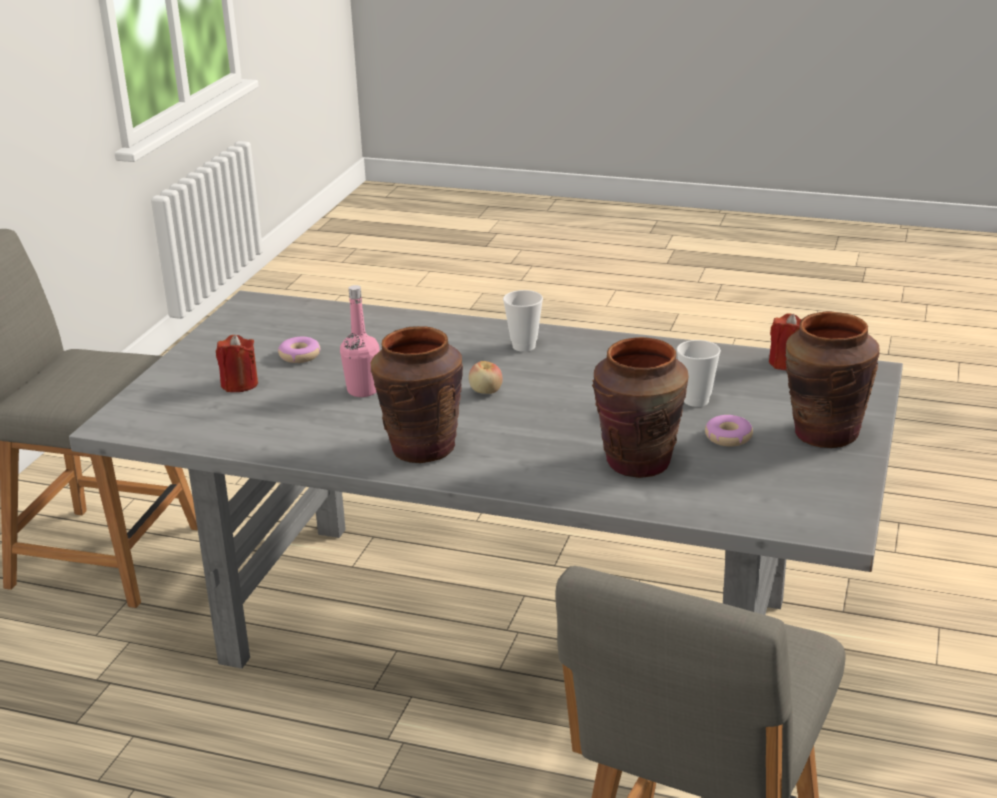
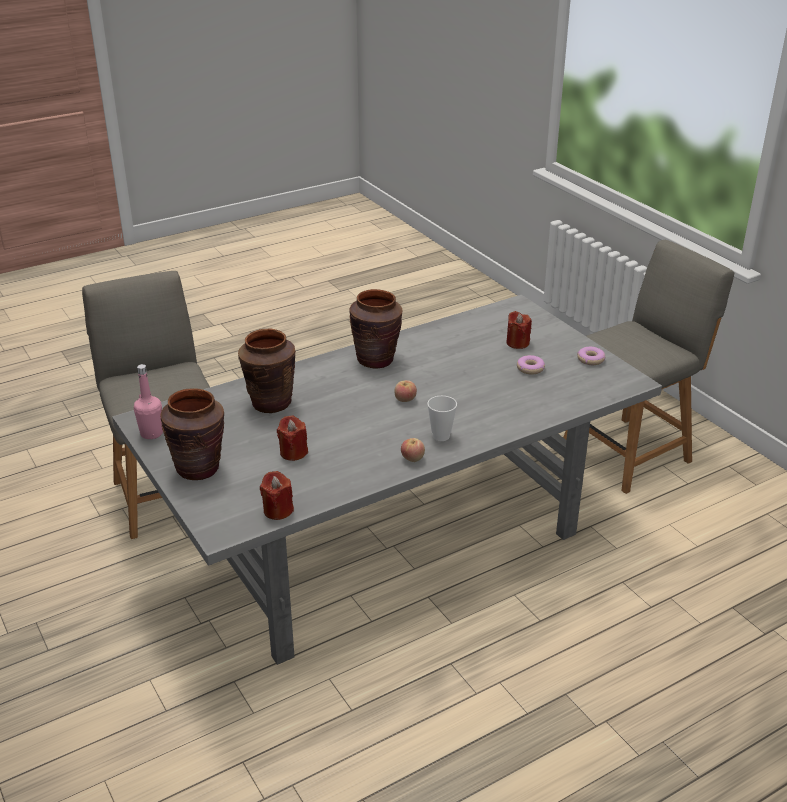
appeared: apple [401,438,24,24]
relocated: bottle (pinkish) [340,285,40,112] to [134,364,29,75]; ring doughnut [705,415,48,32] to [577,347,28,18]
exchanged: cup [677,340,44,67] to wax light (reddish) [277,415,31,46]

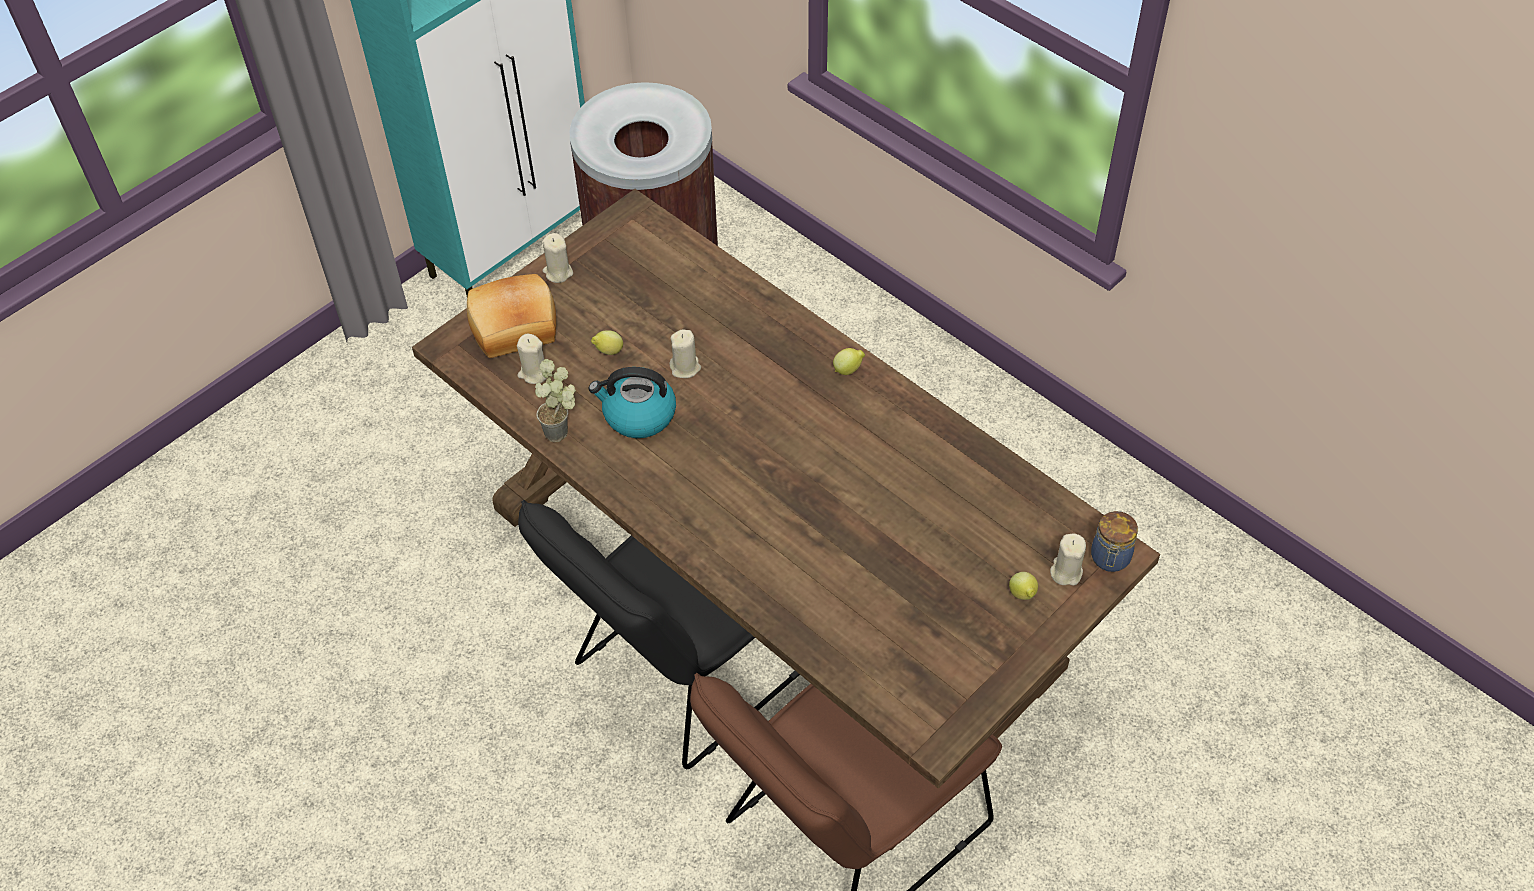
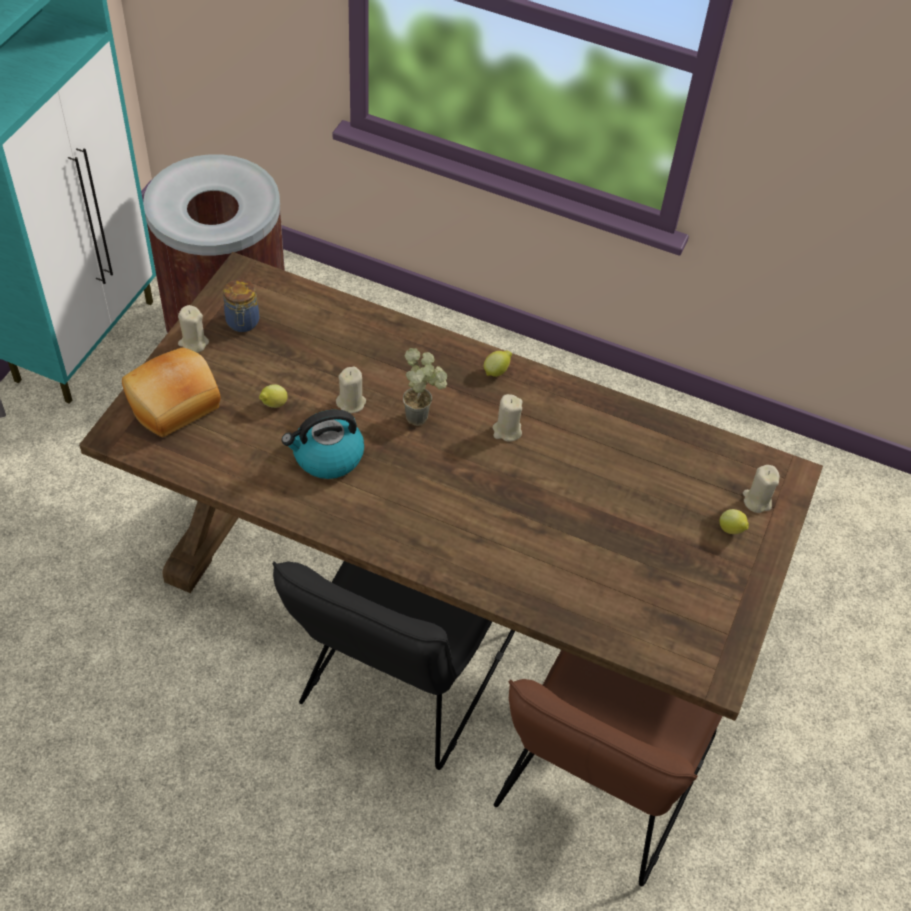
relocated: wax light (sand-coloured) [517,334,30,50] to [493,394,29,47]; plant in a pot [535,359,41,83] to [403,348,44,78]; jar [1091,511,47,61] to [223,279,37,53]

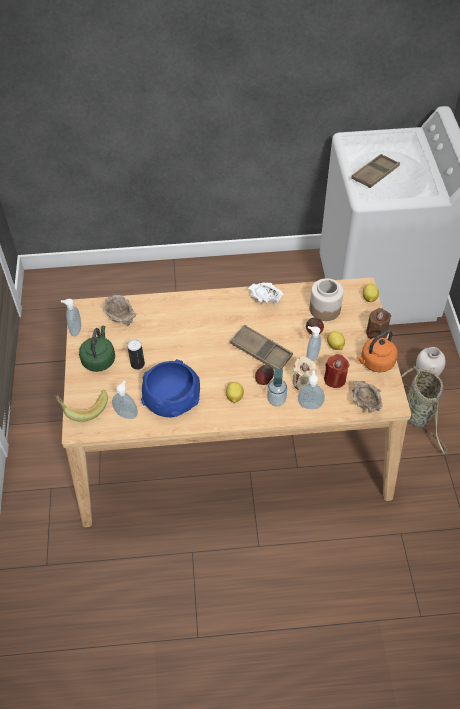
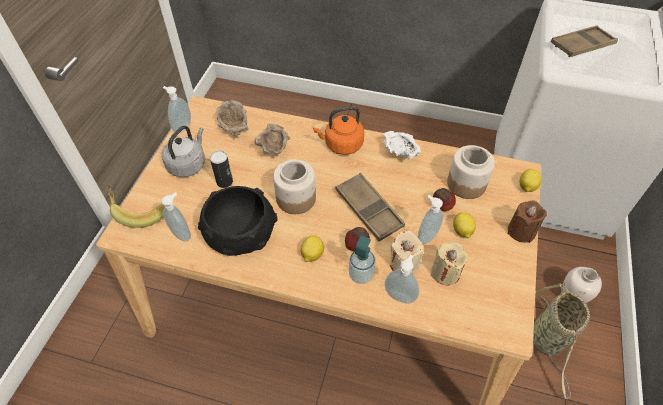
appeared: jar [273,159,43,55]
relocated: water kettle (orange-coloured) [356,330,42,43] to [313,106,51,49]; bowl (sand-coloured) [352,381,31,32] to [255,124,35,32]
colour: water kettle (greenish) [79,326,36,46] to water kettle (gray) [162,126,43,51]; wax light (reddish) [324,354,26,34] to wax light (sand-coloured) [431,242,37,43]; bowl (blue-coloured) [141,359,59,59] to bowl (black) [198,186,79,70]

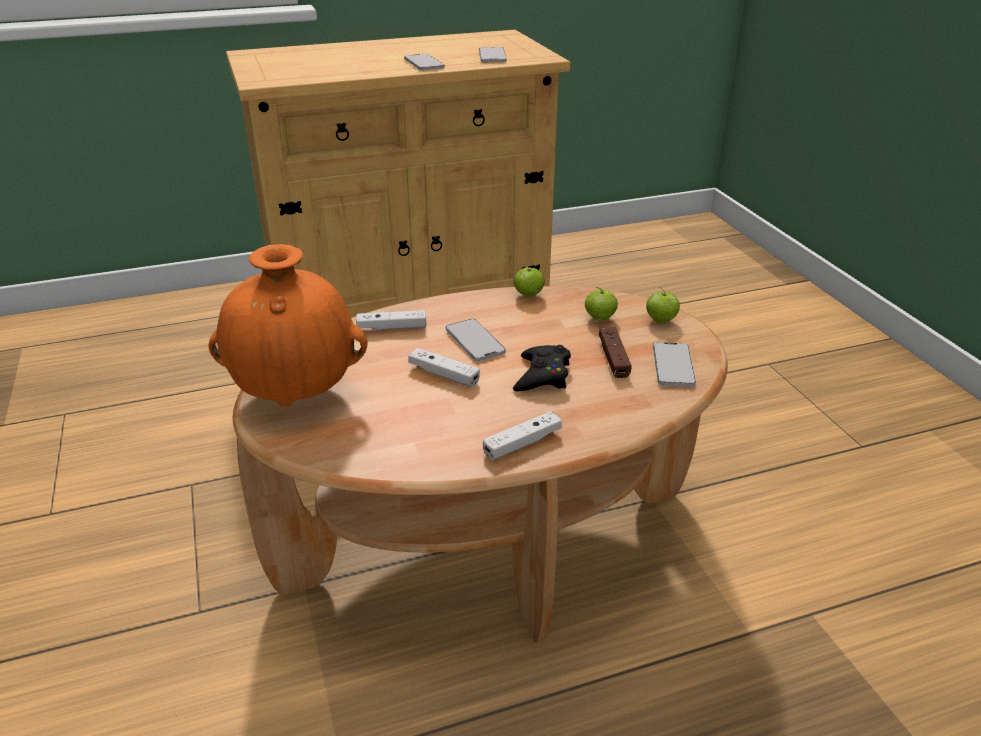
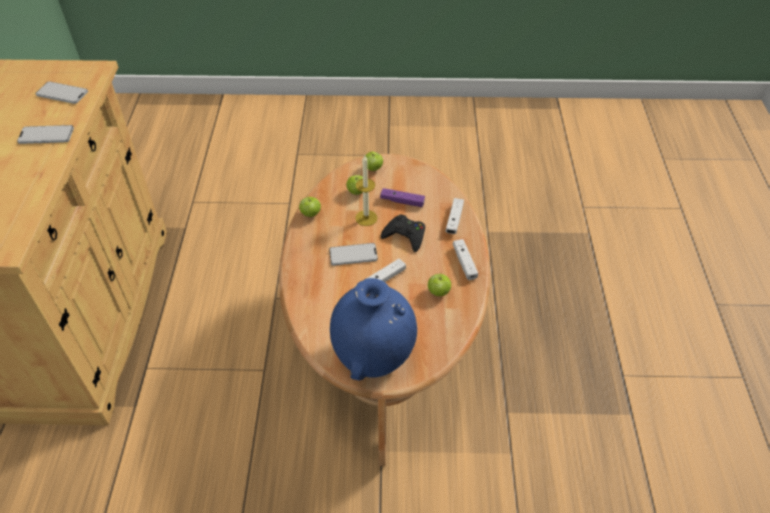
missing: phone [653,342,43,45]
appeared: wax light [355,154,23,72]; apple [428,274,23,22]
relocated: game controller (whitish) [356,310,70,21] to [445,198,19,36]
colour: decorative vase (orange-coloured) [208,244,159,163] to decorative vase (blue-coloured) [330,278,87,103]; game controller (brown) [599,327,33,51] to game controller (purple-coloured) [380,188,45,19]

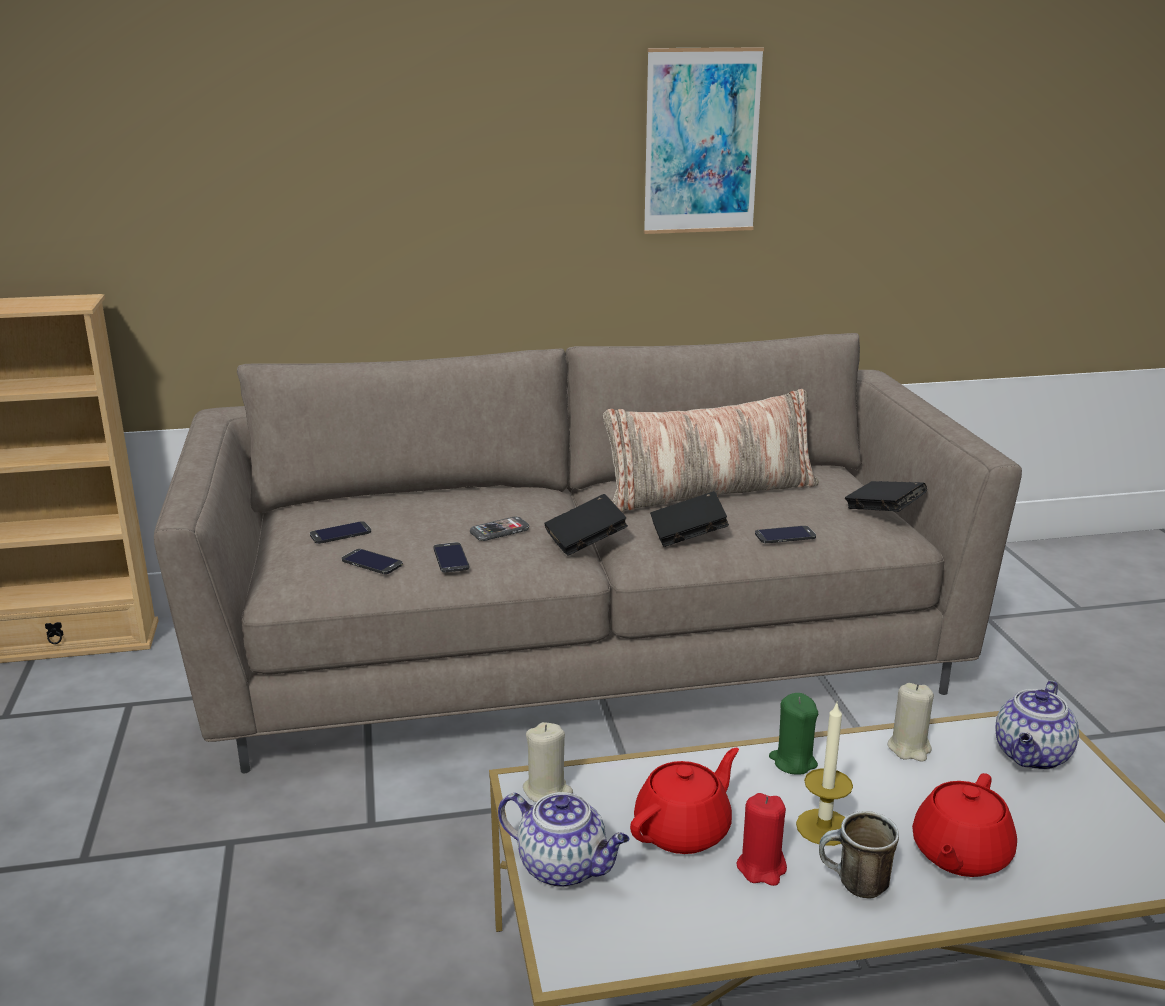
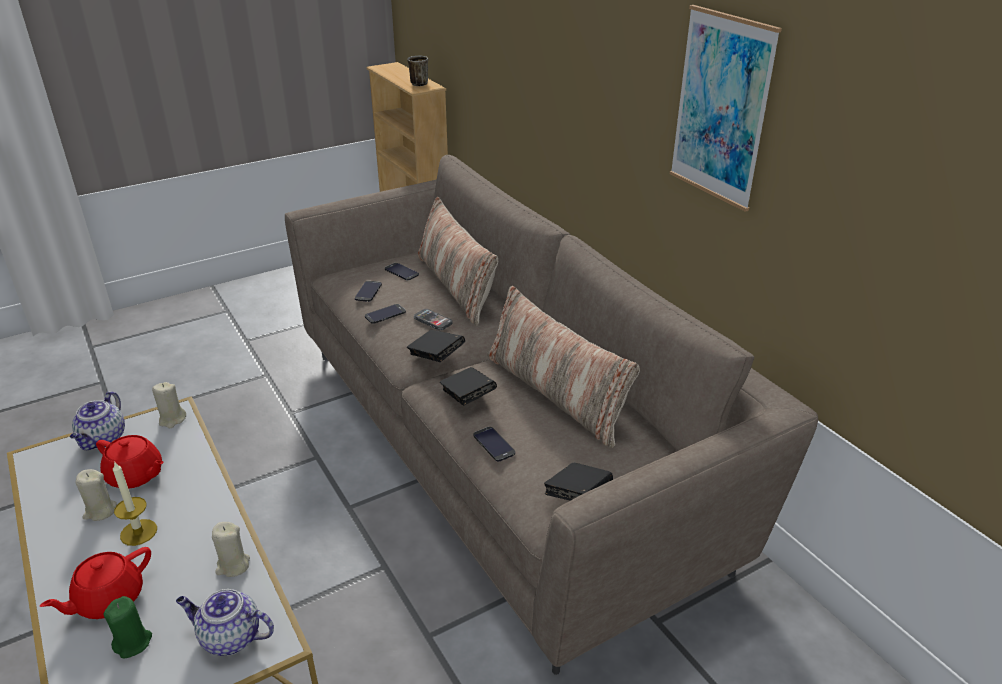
appeared: pillow [418,197,80,129]
relocated: wax light (greenish) [769,693,49,82] to [104,596,48,63]; mug [819,811,80,87] to [407,56,21,30]
colour: wax light (reddish) [737,793,50,93] to wax light (sand-coloured) [75,469,42,52]
spun: pot for tea (reddish) [912,773,105,104] = [40,547,111,72] 60 degrees counterclockwise

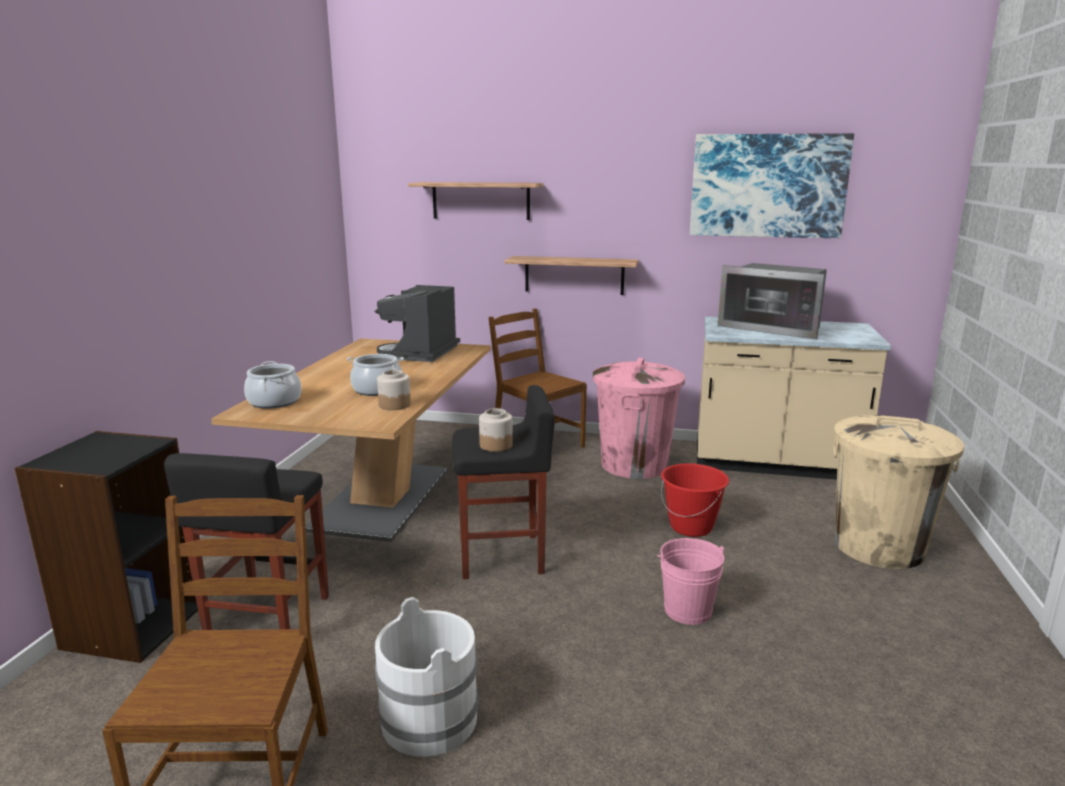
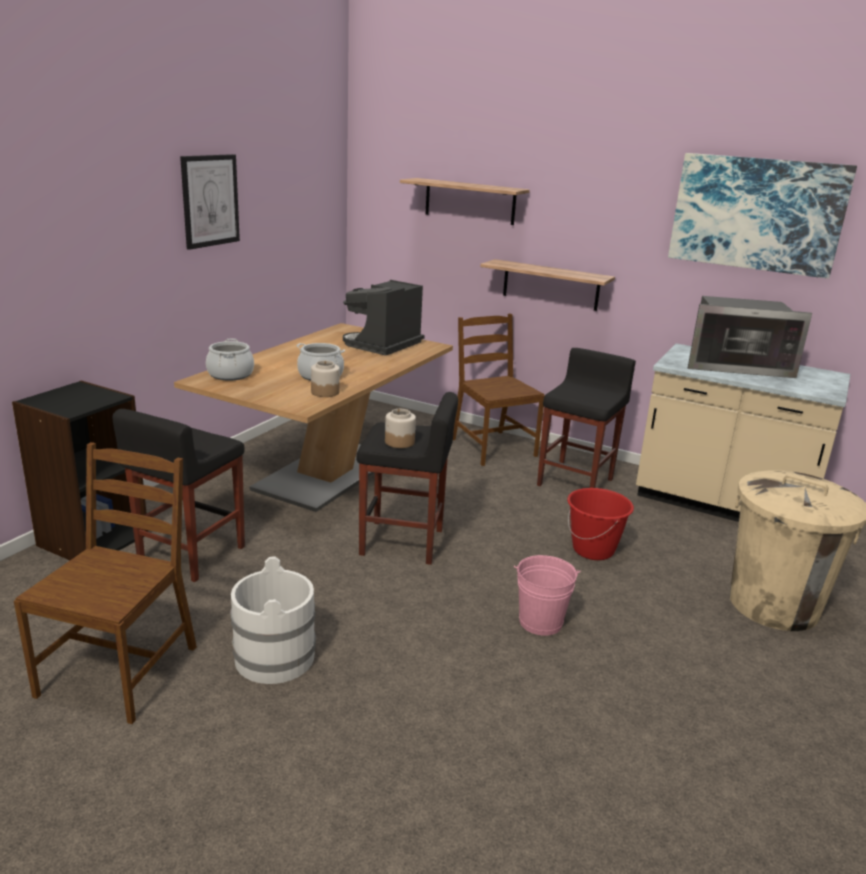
appeared: wall picture [180,154,60,96]
exchanged: waste bin (pinkish) [593,358,92,121] to stool seat (black) [537,348,99,140]
spun: microwave oven [717,263,110,76] = [688,296,124,82] 45 degrees counterclockwise

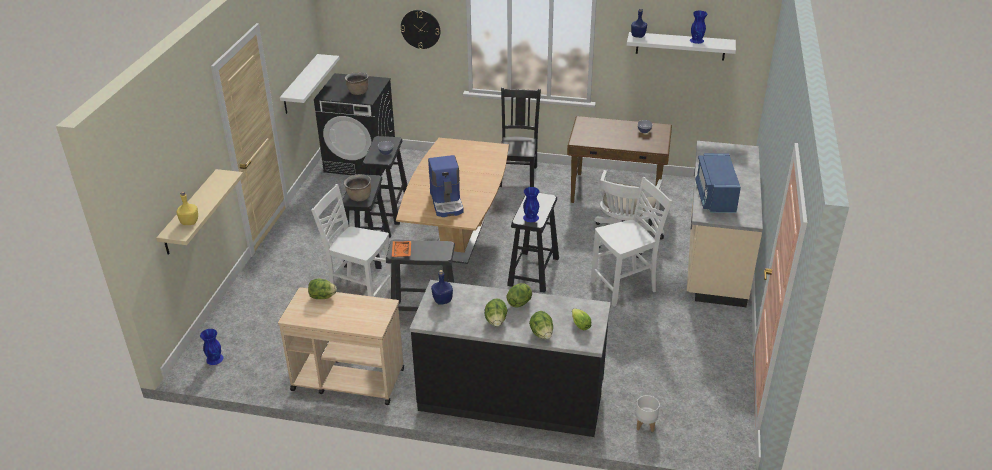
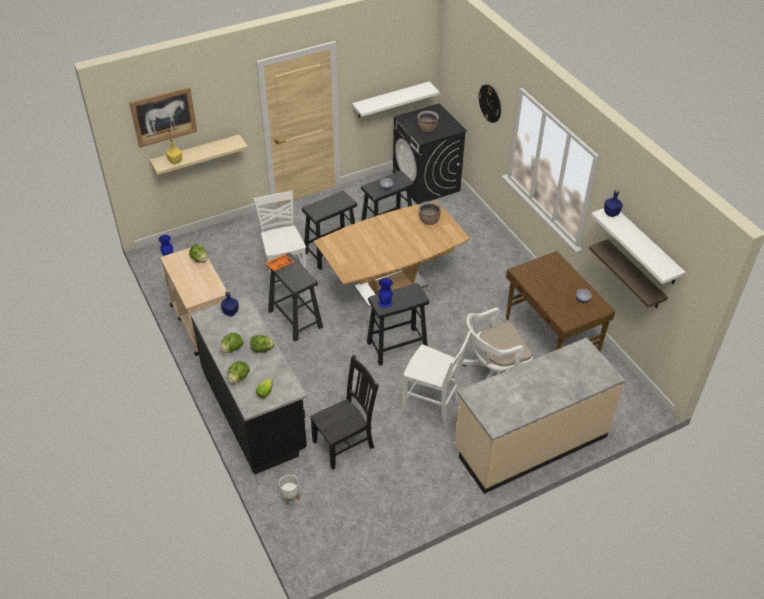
missing: decorative vase (blue-coloured) [690,11,18,33]; microwave oven (blue-coloured) [695,153,46,60]; coffee machine [428,155,36,62]
appeared: wall picture [129,87,68,61]; bracket shelf [589,239,79,69]
relocated: upright chair (black) [500,87,41,100] to [310,355,69,114]; cooking pot (brown) [344,174,27,27] to [418,201,23,24]

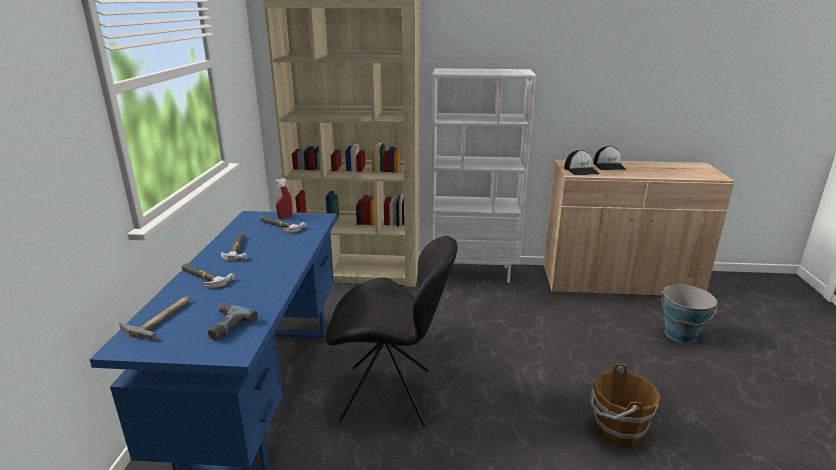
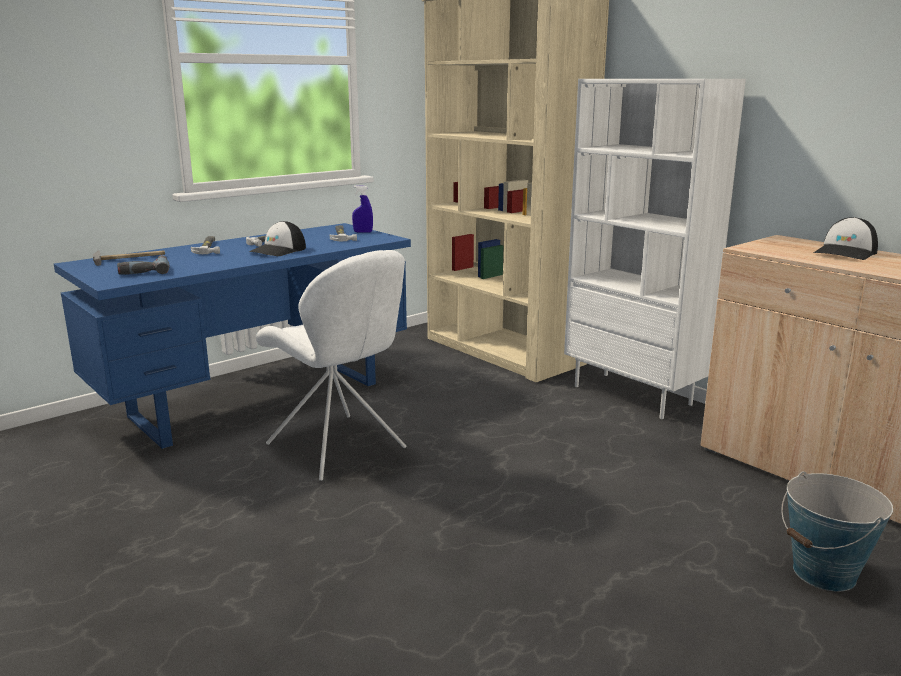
missing: bucket (brown) [590,364,71,83]
relocated: cap [564,150,36,25] to [249,221,57,35]
colour: spray bottle (reddish) [275,178,18,40] to spray bottle (blue-coloured) [352,185,21,48]; upright chair (black) [326,236,132,190] to upright chair (whitish) [256,250,150,231]

